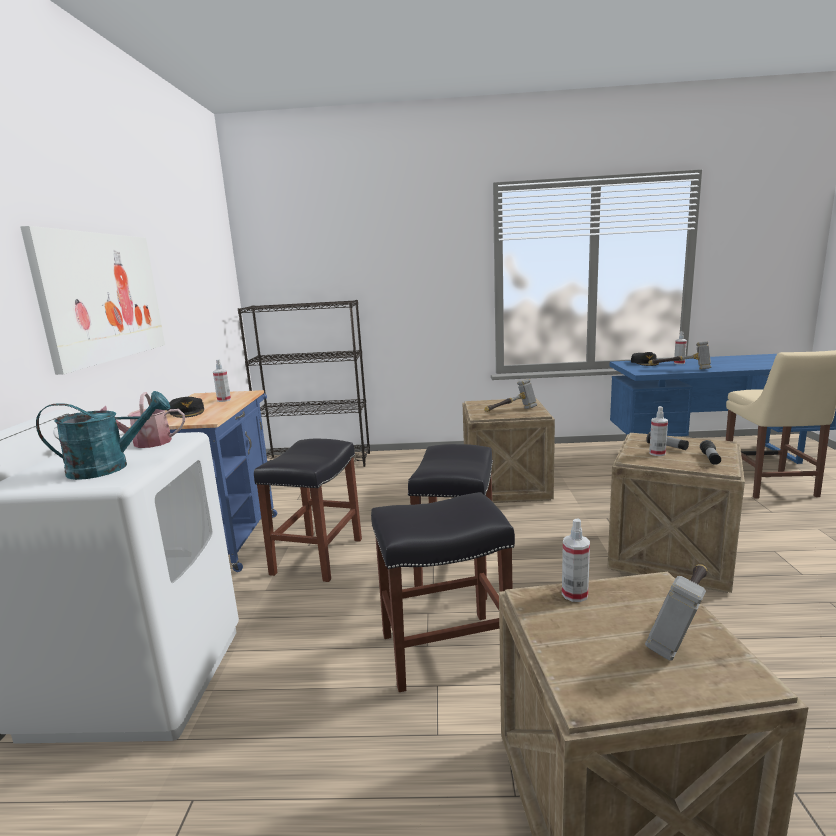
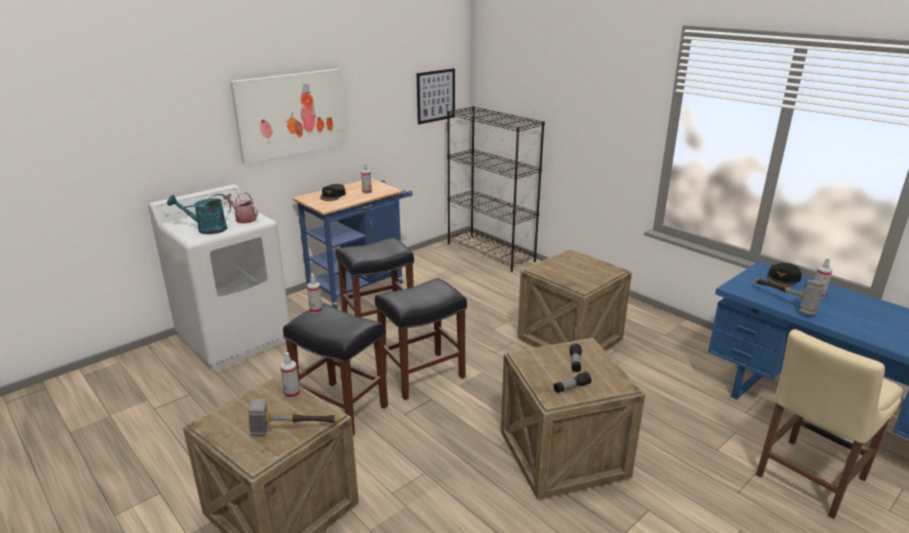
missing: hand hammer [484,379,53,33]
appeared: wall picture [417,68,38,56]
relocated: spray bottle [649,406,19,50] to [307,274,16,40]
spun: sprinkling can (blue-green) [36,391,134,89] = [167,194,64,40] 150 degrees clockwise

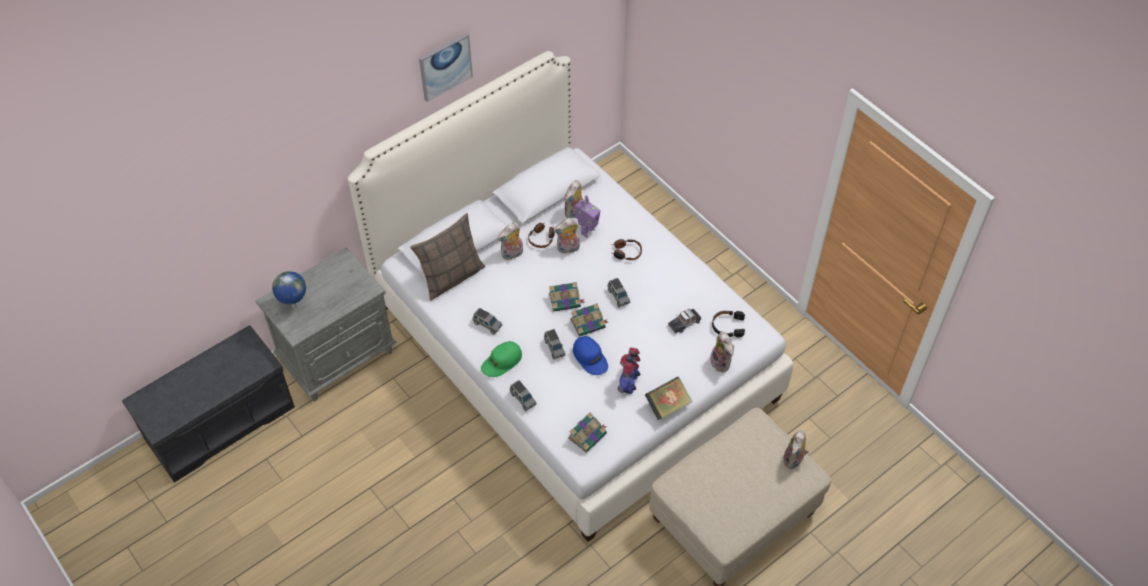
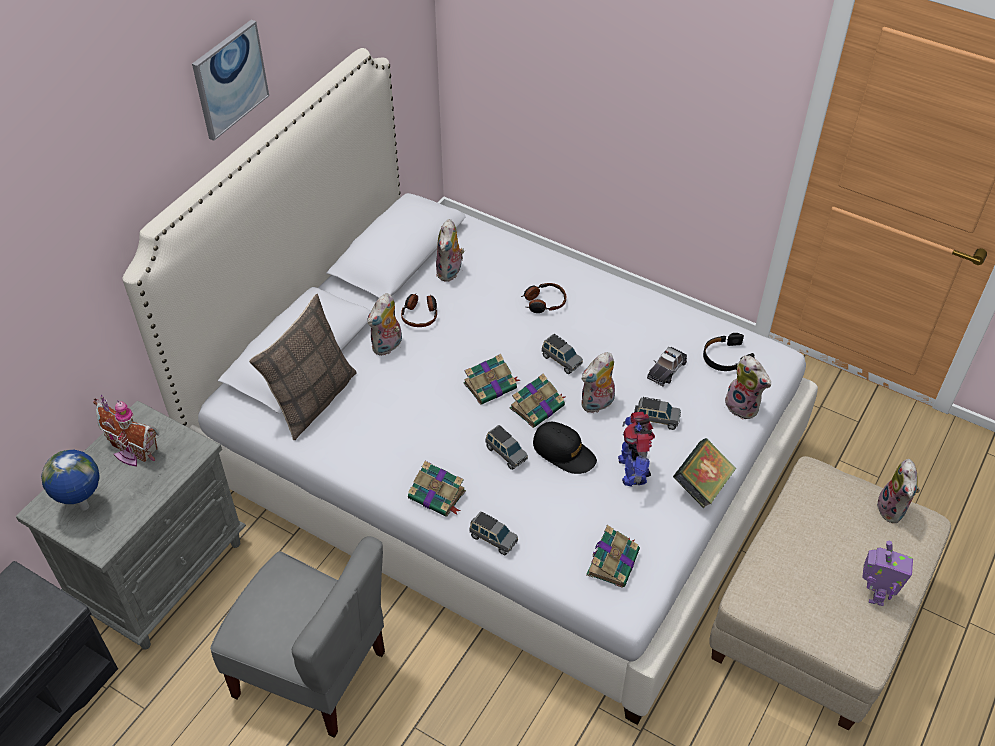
appeared: toy house [93,394,66,73]; upright chair (gray) [210,536,175,202]
relocated: robot figure [575,195,25,43] to [862,541,51,65]; cuddly toy [553,218,27,36] to [581,352,34,61]; miniature car (gray) [473,308,29,26] to [634,397,47,33]
exchanged: cap (greenish) [481,341,41,36] to bound book [408,461,58,56]
colour: cap (blue-coloured) [573,336,35,39] to cap (black) [533,422,64,52]

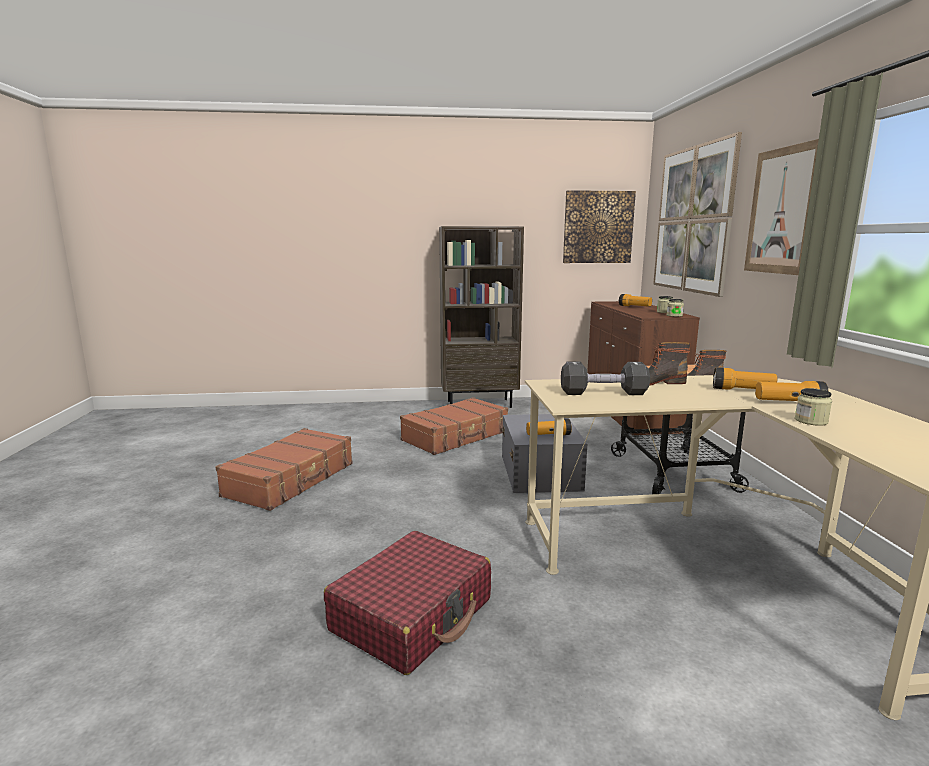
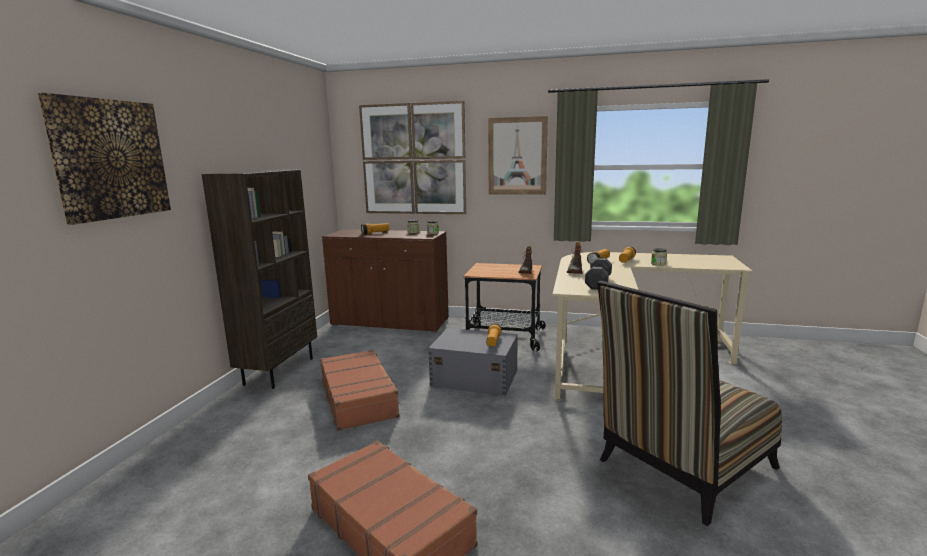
relocated: wall picture [563,190,73,73] to [37,93,134,132]
exchanged: travel case (reddish) [324,531,167,144] to upright chair [597,281,185,245]

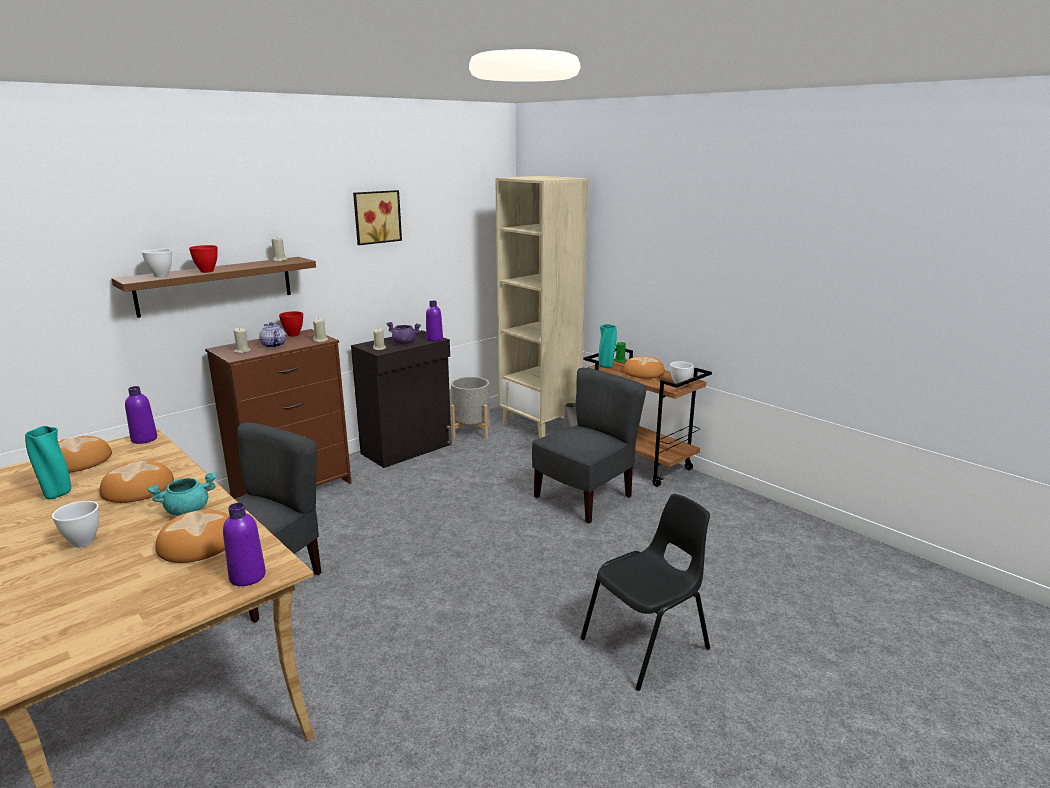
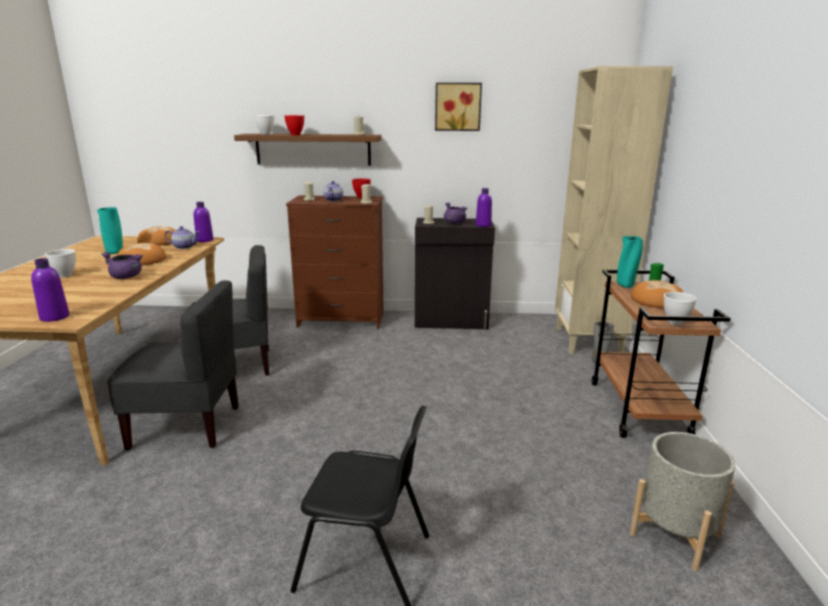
missing: bread [155,510,74,53]
appeared: pot for tea [165,226,35,23]
relocated: upright chair (gray) [532,368,115,156] to [107,280,132,171]; planter (gray) [451,377,39,62] to [630,432,106,139]
colour: cooking pot (blue-green) [148,472,69,44] to cooking pot (purple-coloured) [101,252,42,27]

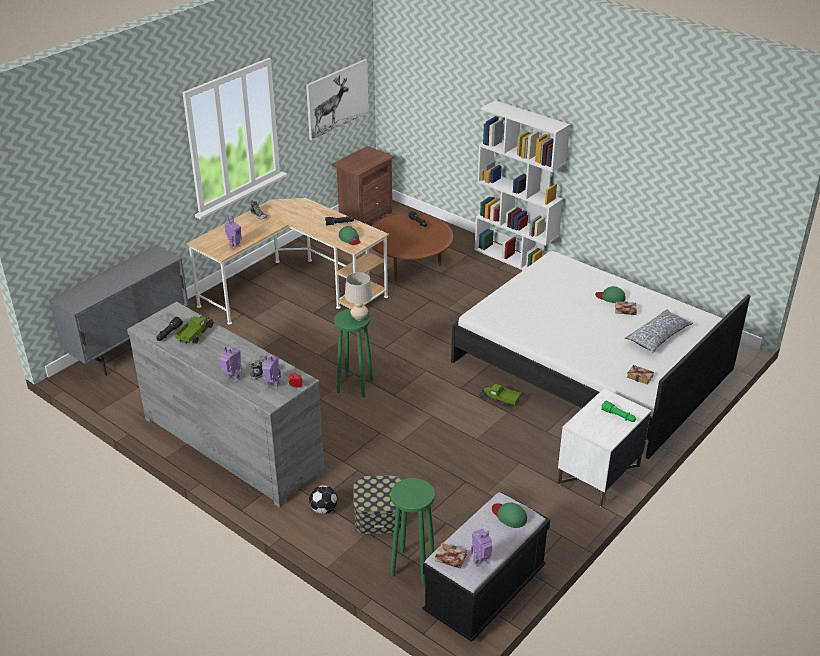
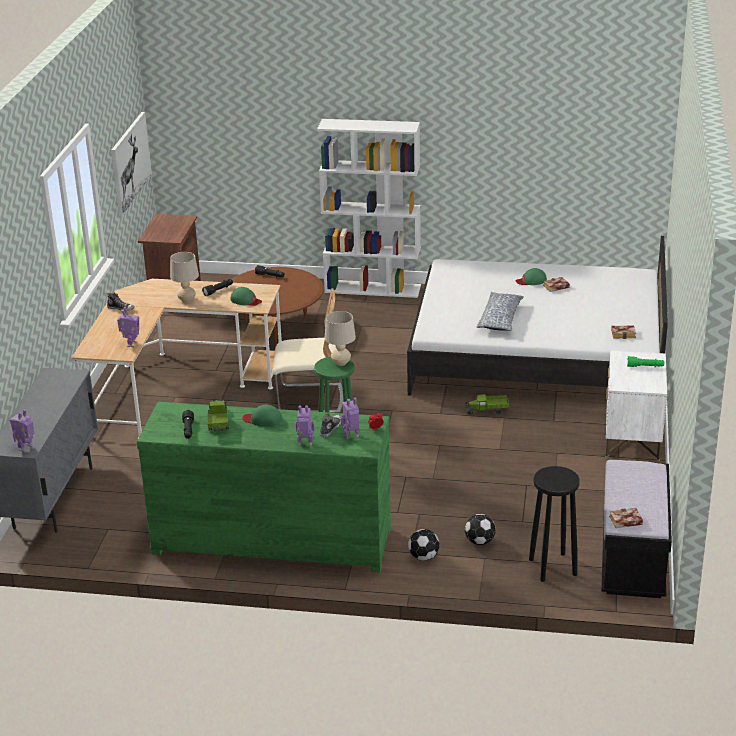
appeared: tabletop lamp (sand-coloured) [170,252,29,51]; upright chair (sand-coloured) [273,288,70,125]
relocated: pillow [625,309,68,43] to [477,292,47,39]; cap (greenish) [492,502,35,26] to [242,405,40,22]; robot figure [471,529,21,38] to [10,409,24,43]
exchanged: storage container [353,475,49,59] to football [465,514,31,31]
colour: drawer chest (gray) [127,302,197,206] to drawer chest (greenish) [136,402,255,170]; stool seat (greenish) [391,478,44,106] to stool seat (black) [529,466,51,116]

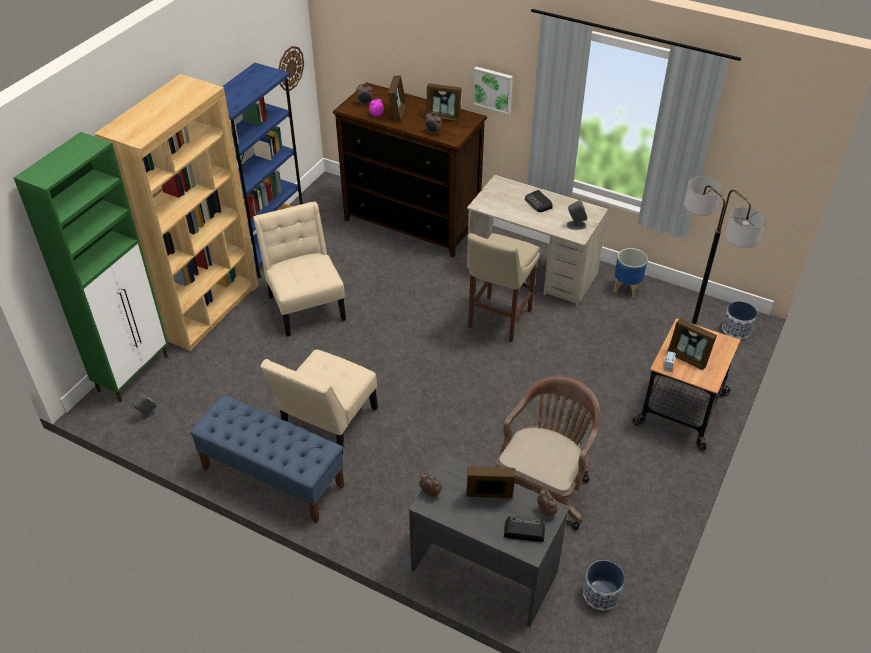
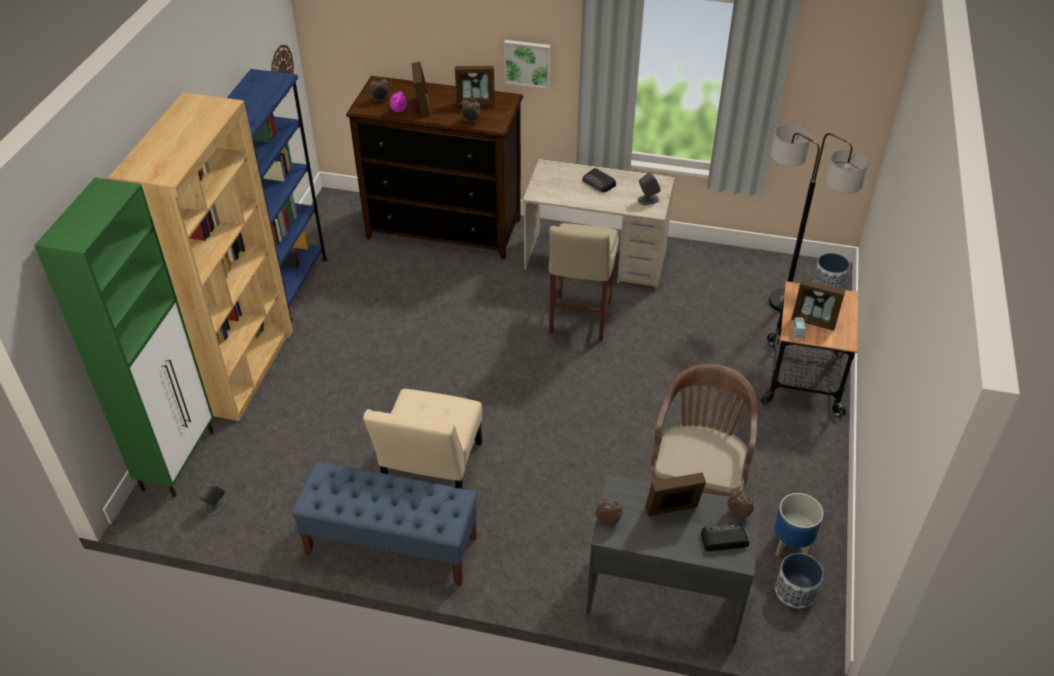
missing: upright chair (sand-coloured) [253,201,93,136]
relocated: planter [614,248,34,50] to [774,493,49,63]

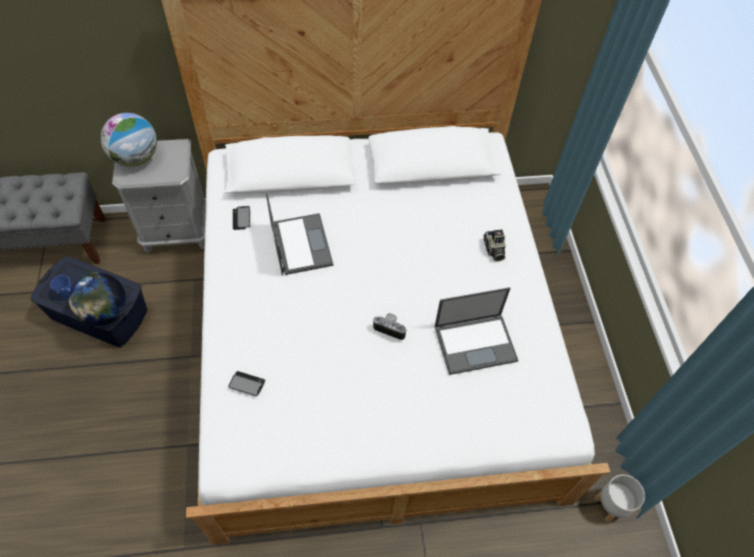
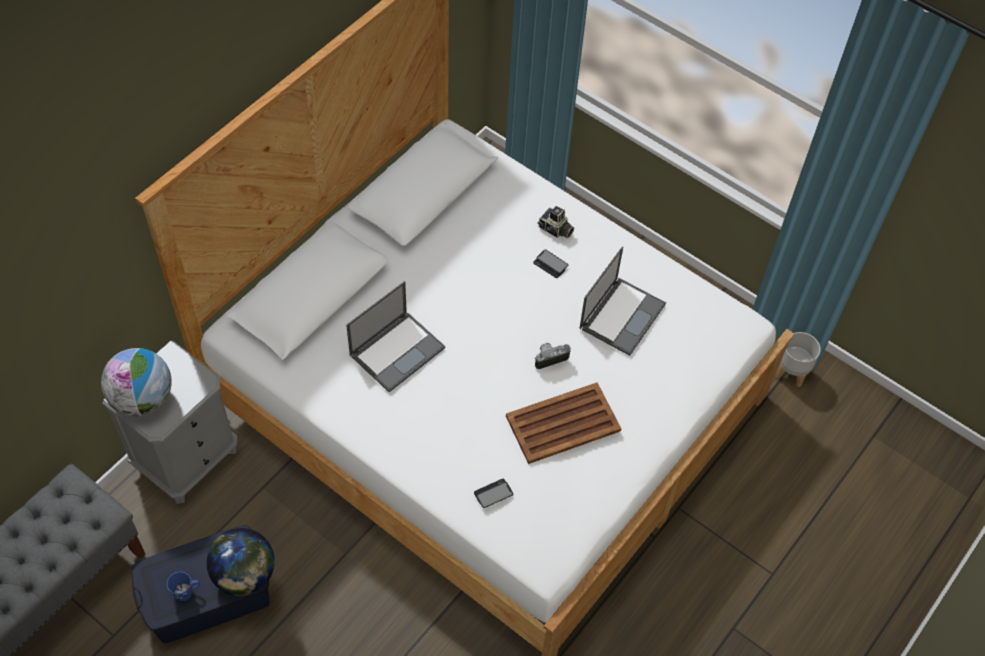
appeared: serving tray (brown) [506,383,115,81]
relocated: phone [233,206,17,24] to [533,249,35,29]
spun: notebook computer [266,193,67,83] = [346,281,99,111] 105 degrees clockwise

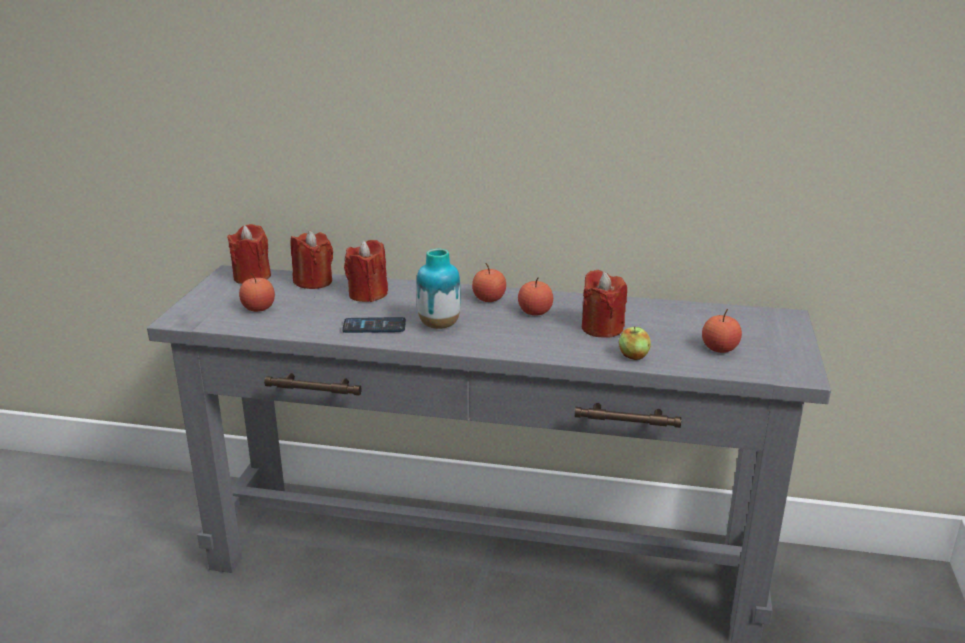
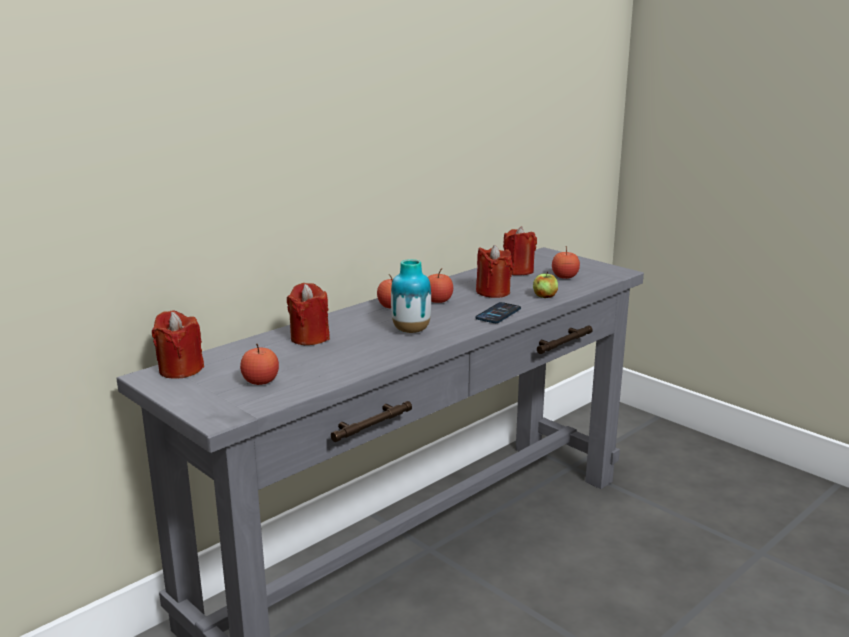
relocated: wax light (reddish) [291,231,42,58] to [503,226,34,49]; phone [342,317,64,16] to [475,302,46,21]

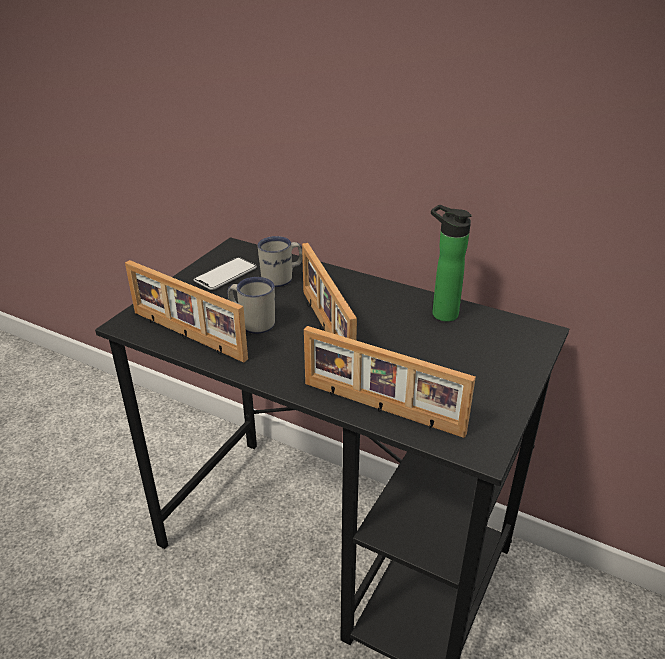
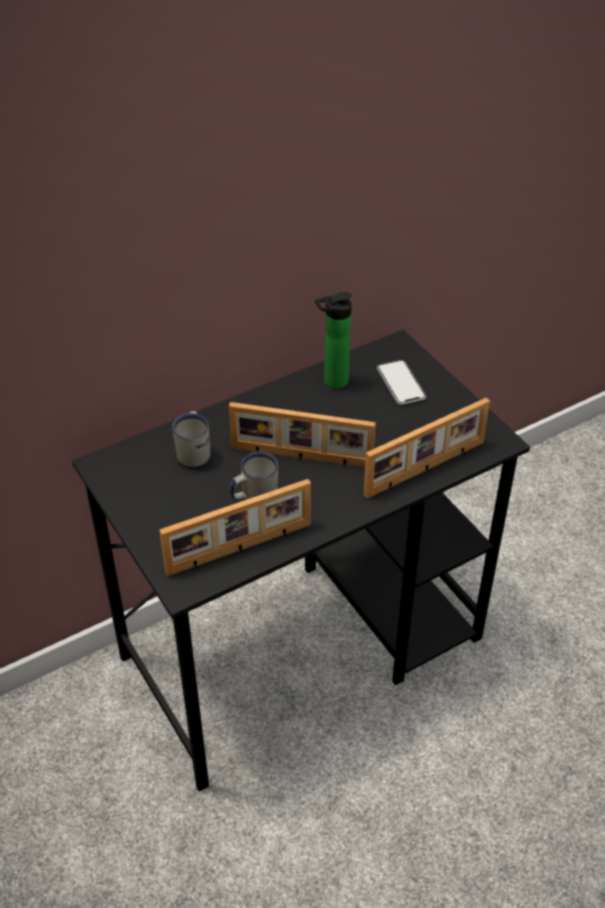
relocated: phone [194,257,63,33] to [377,360,49,45]

